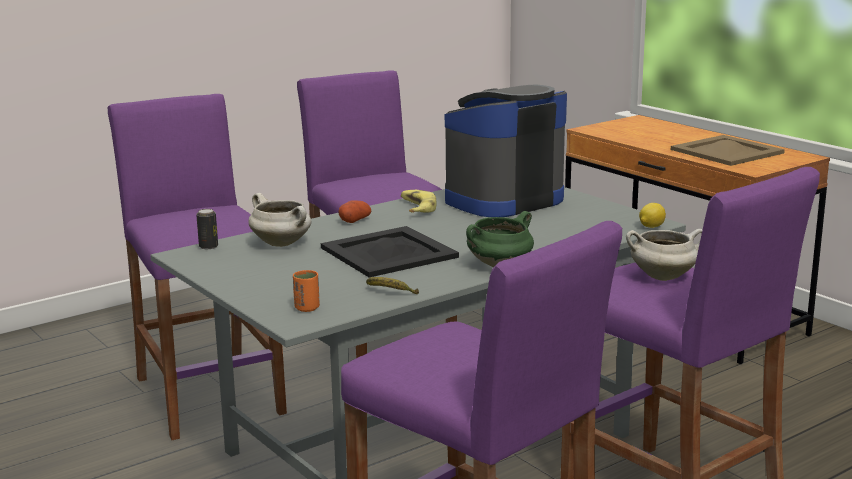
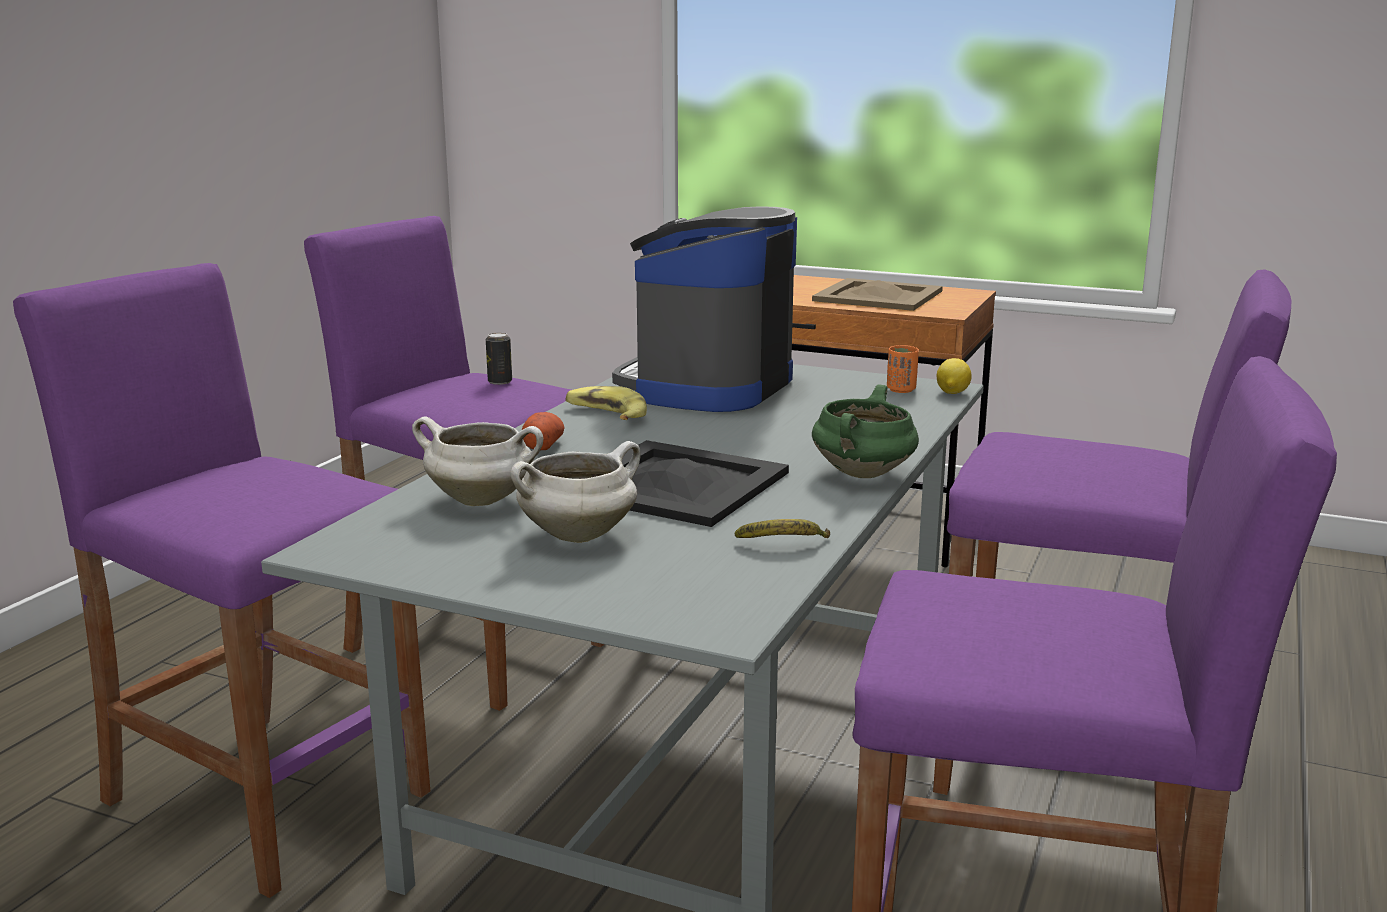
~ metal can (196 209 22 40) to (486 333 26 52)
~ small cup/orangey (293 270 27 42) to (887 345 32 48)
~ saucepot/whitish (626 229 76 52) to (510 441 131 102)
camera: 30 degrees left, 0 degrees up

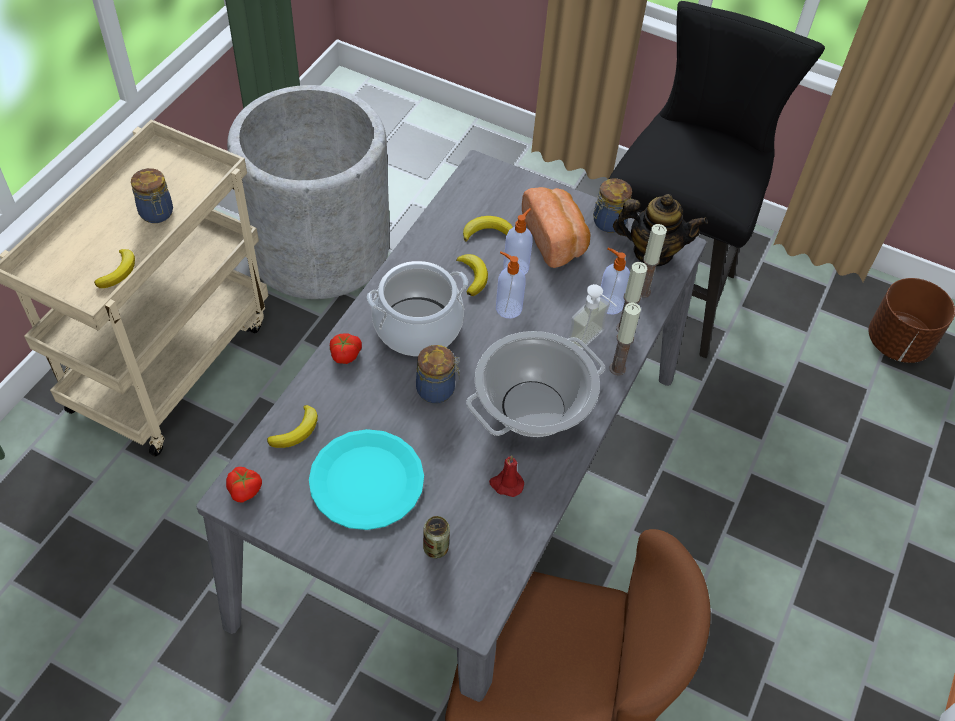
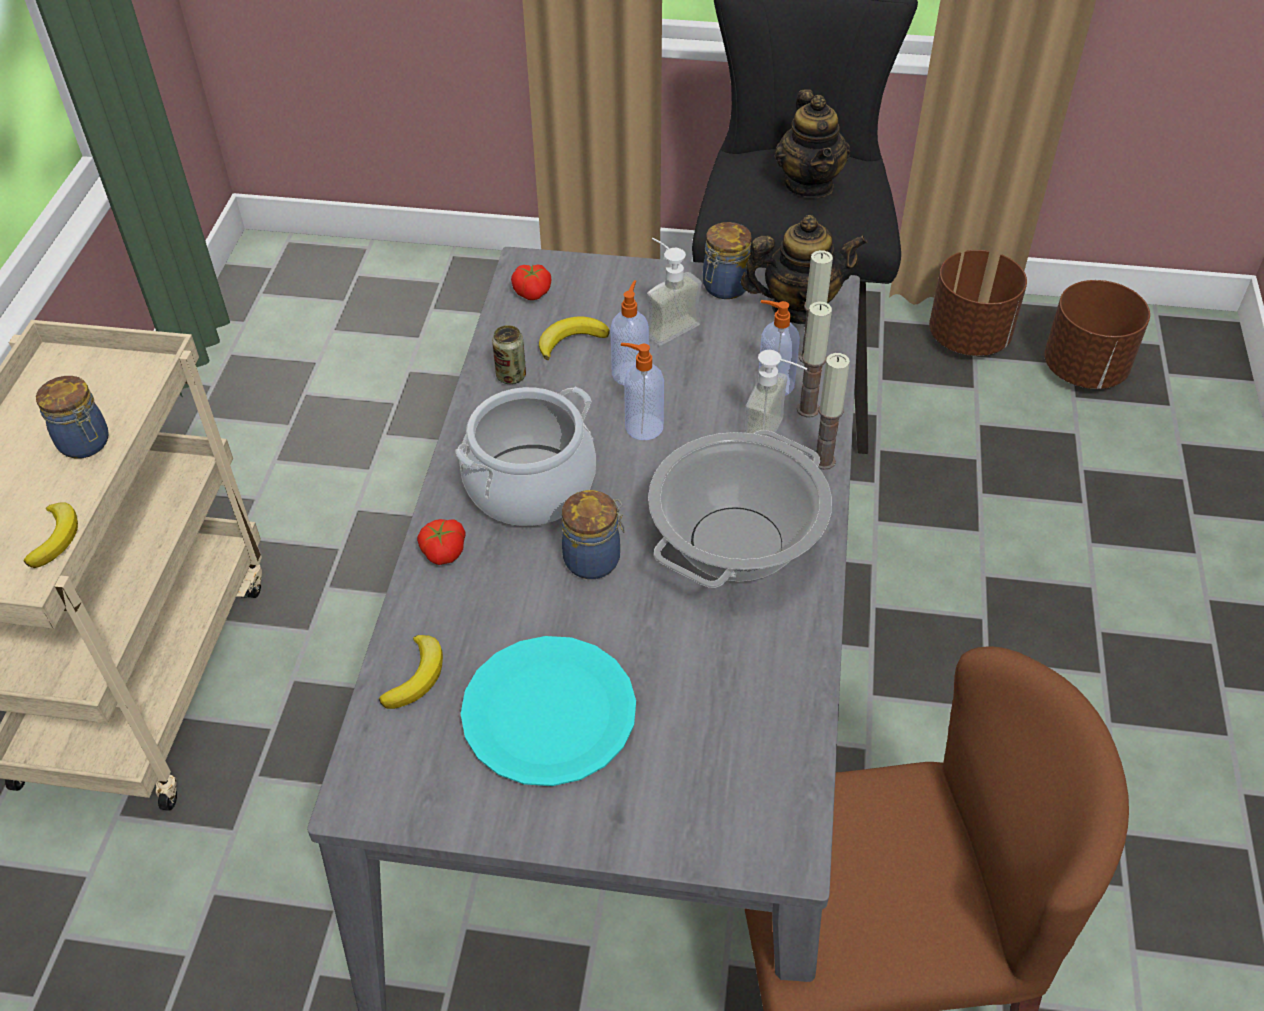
- planter/grey (227 85 163 214)
- banana fruit (456 254 32 42)
- wax light/reddish (489 455 35 42)
+ teapot (775 89 75 109)
+ planter/brownish (929 250 98 106)
~ tomato (226 467 36 36) to (511 264 40 36)
~ metal can (423 516 27 42) to (492 325 34 59)
~ baked bread (522 187 68 81) to liquid soap bottle (647 238 55 108)
camera: 15 degrees left, 5 degrees down

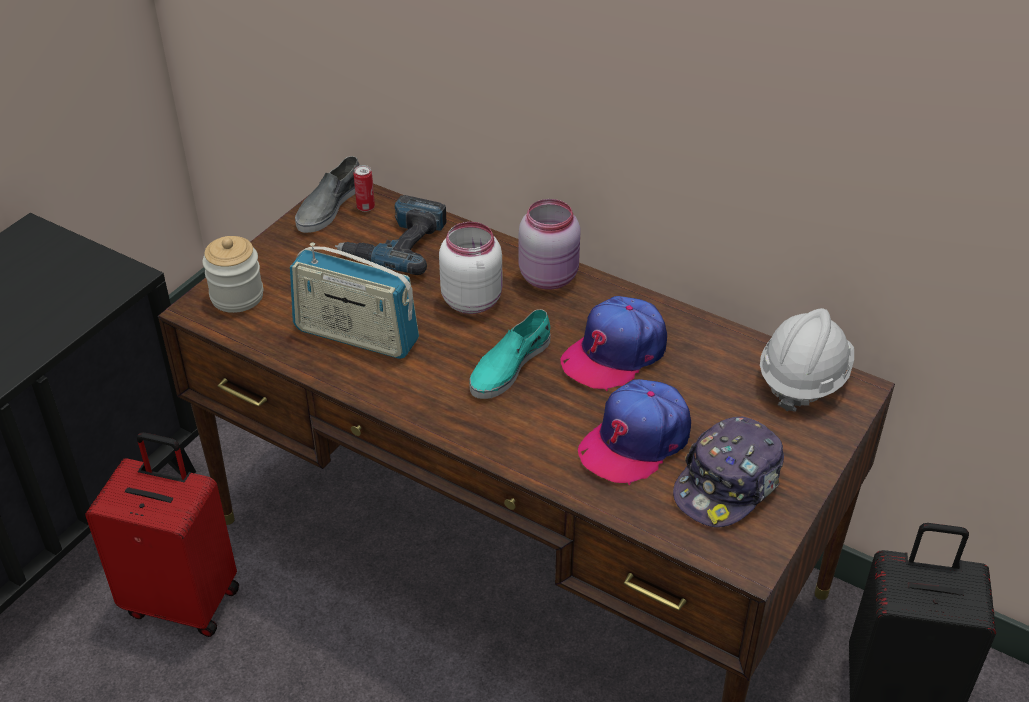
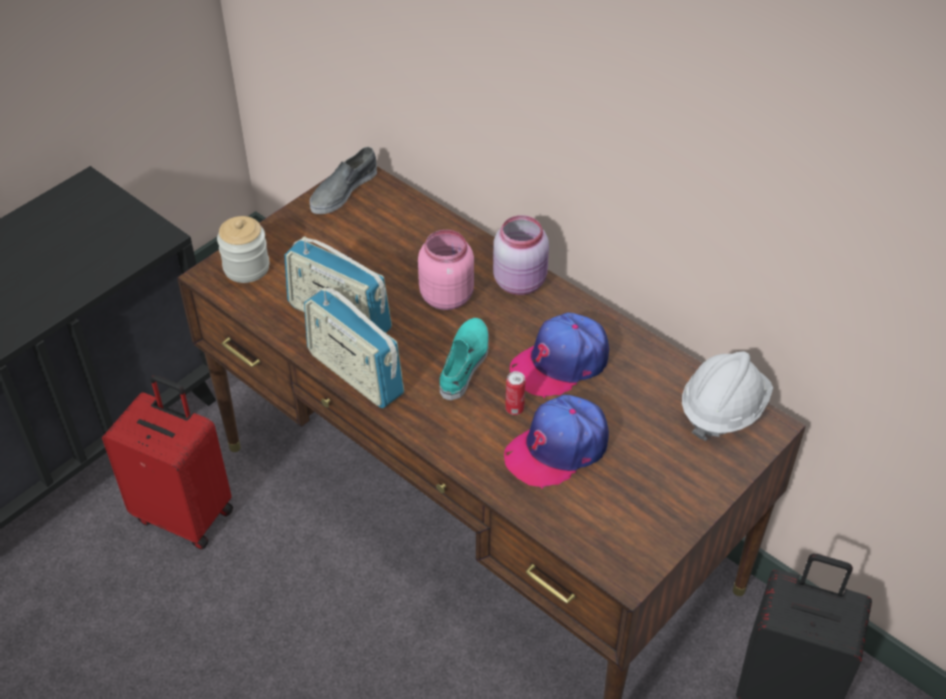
- drill (335 195 111 80)
- peaked cap (673 417 111 110)
+ radio (304 287 100 121)
~ metal can (354 165 21 47) to (505 371 20 44)
~ preserve jar/whitish (439 222 63 92) to preserve jar/pink (418 230 56 80)
~ low shoe/turquoise-coloured (469 309 82 90) = (440 318 49 82) 150 degrees clockwise
camera: 10 degrees right, 5 degrees up

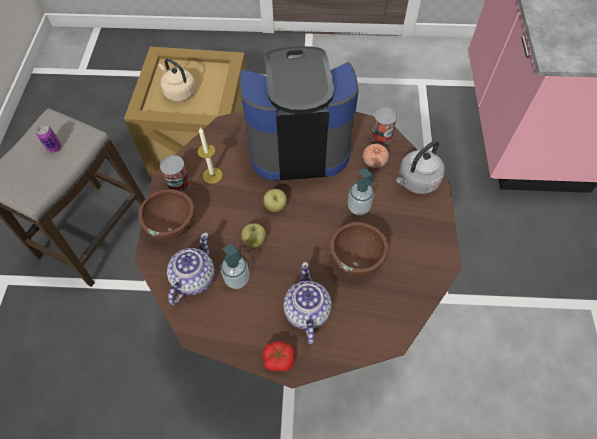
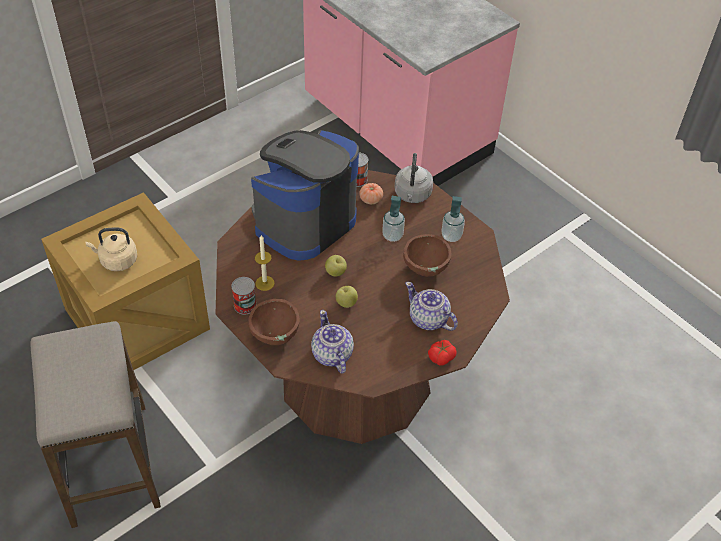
- metal can (36 125 26 28)
~ liquid soap bottle (221 244 28 45) to (441 196 24 46)
camera: 45 degrees left, 10 degrees down

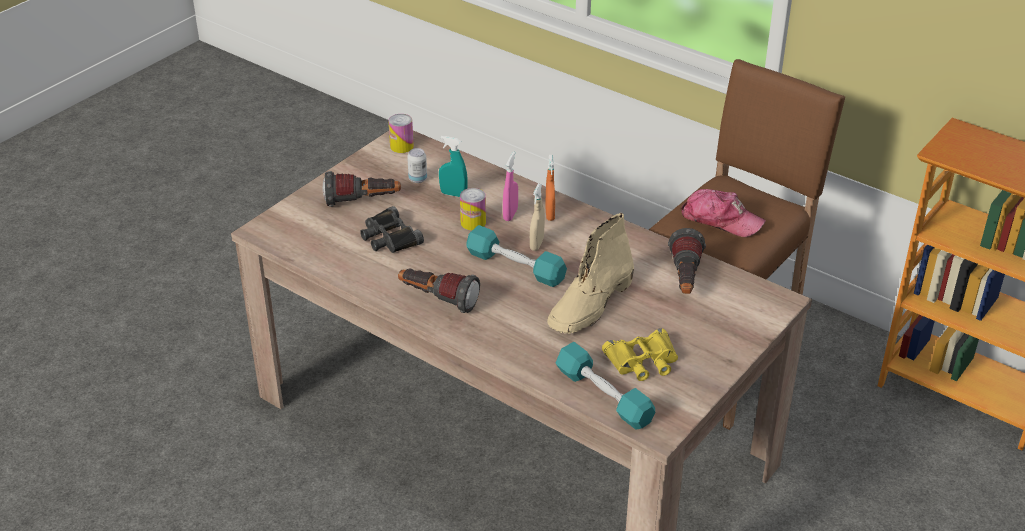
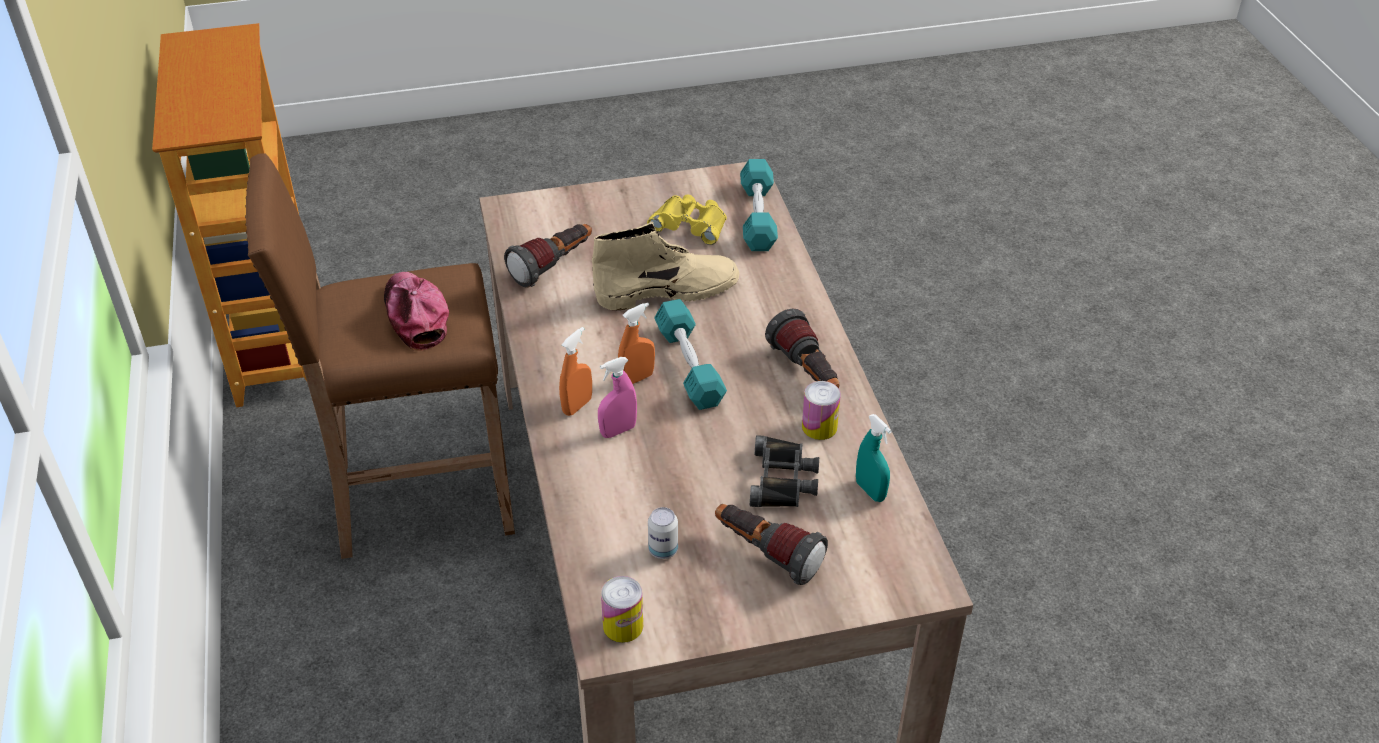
~ hand sprayer/turquoise-coloured (439 136 29 61) to (856 414 36 88)
~ metal can (460 188 26 42) to (802 381 39 59)
~ hand sprayer/beige-coloured (530 184 15 67) to hand sprayer/orangey (618 302 37 82)
camera: 140 degrees left, 5 degrees up

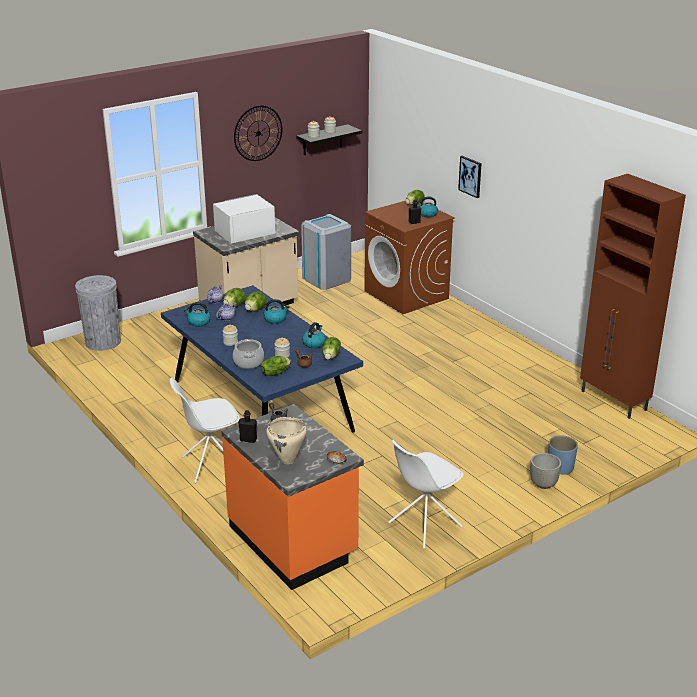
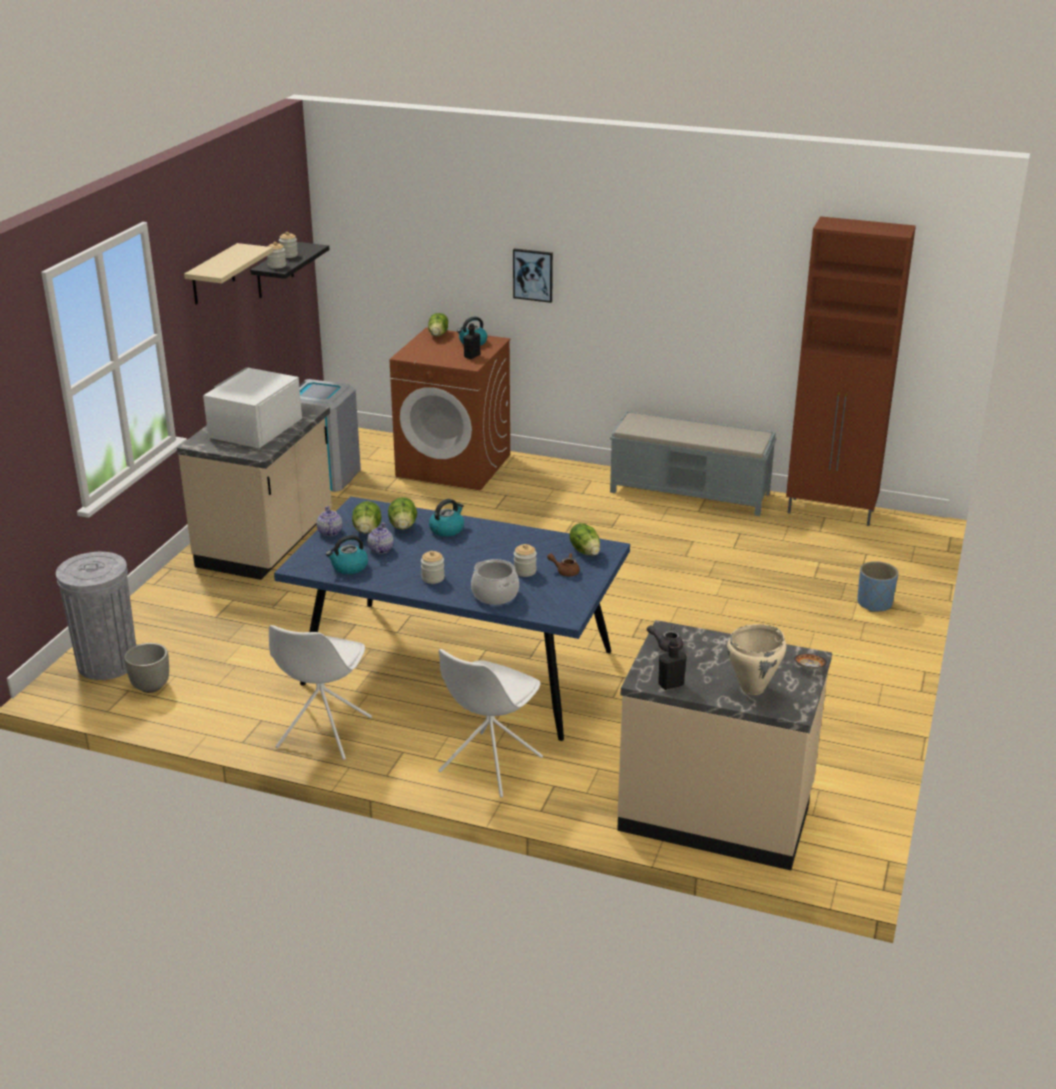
- head of lettuce (261 356 30 20)
- kettle (302 322 24 26)
+ long seat/grey (610 411 167 105)
~ plain chair/whitish (388 439 76 110) to (269 625 103 135)
~ planter/grey (530 453 32 36) to (124 643 45 50)
~ wall clock (234 105 48 56) to shelf/beige-coloured (184 243 89 62)
~ counter/orangey (221 404 143 186) to counter/beige-coloured (617 620 215 251)
camera: 35 degrees left, 0 degrees up

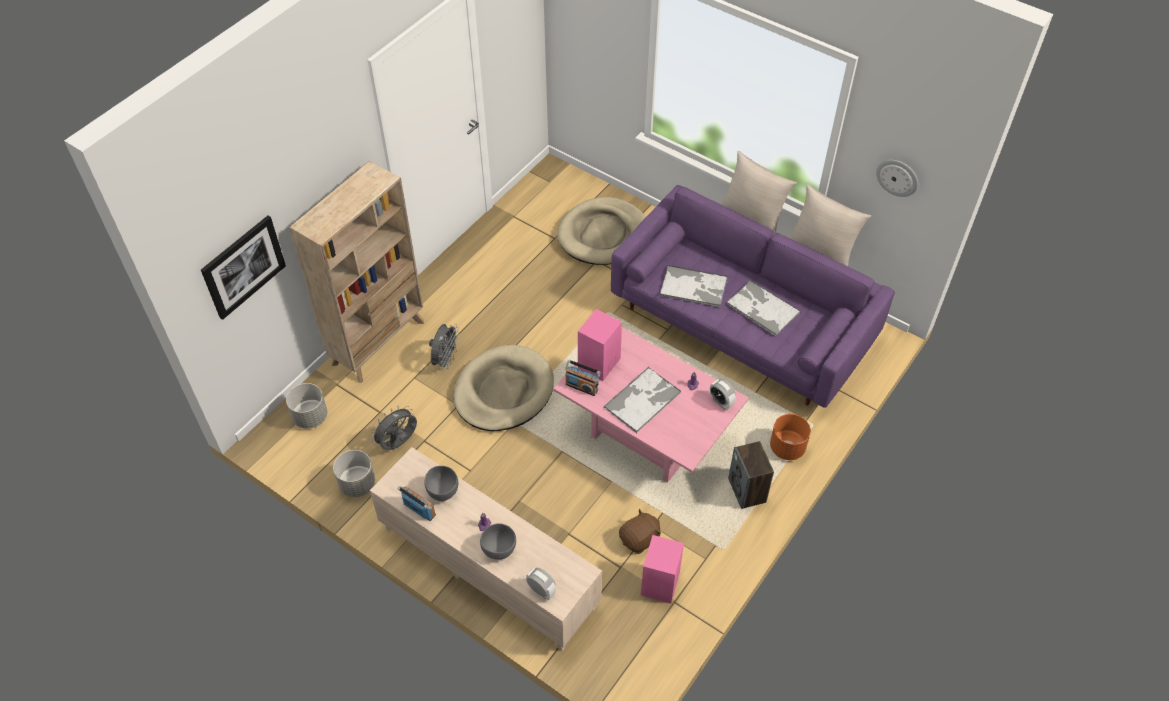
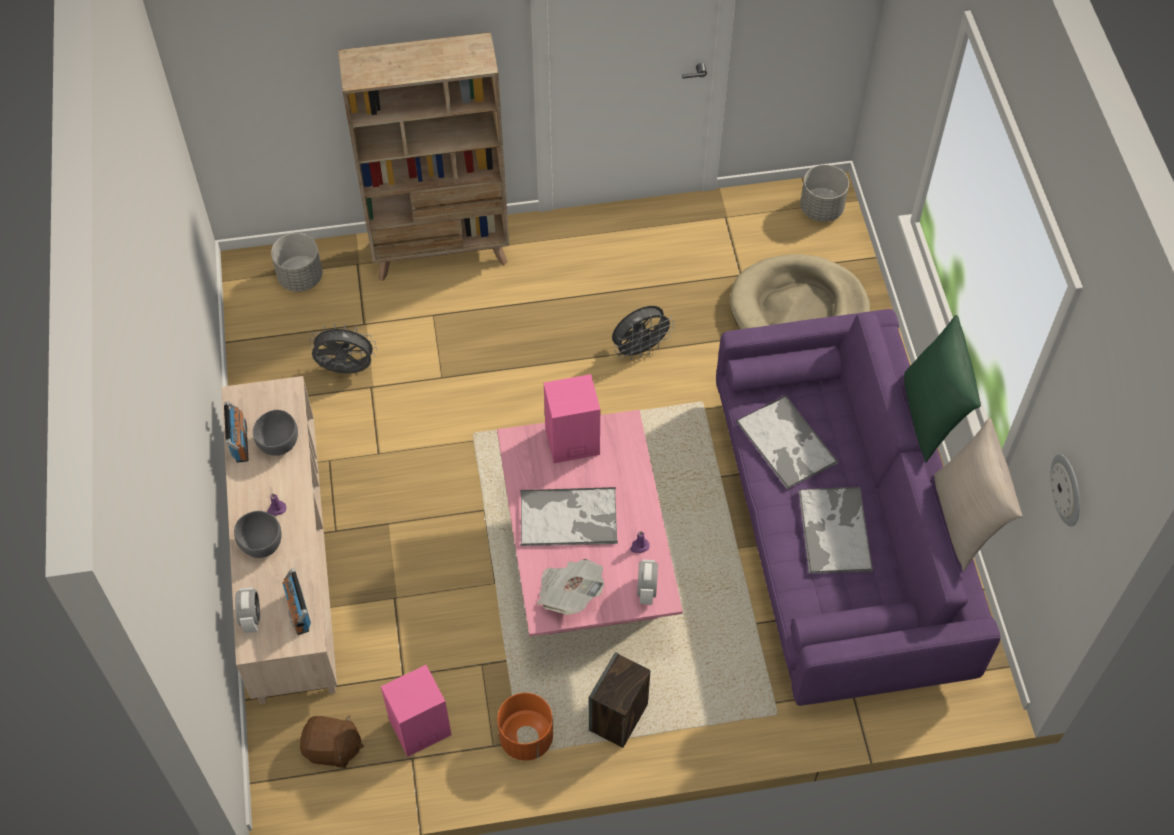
- wall art (201 216 85 104)
- dog bed/beige-coloured (453 345 101 86)
+ newspaper (537 559 67 56)
~ planter/grey (333 450 42 47) to (800 165 49 57)
~ electric fan/grey (429 324 30 47) to (612 306 63 54)
~ radio (565 360 35 36) to (282 569 29 66)
~ plush toy/brownish (619 509 42 45) to (300 715 64 53)
~ planter/orangey (770 414 41 46) to (497 693 56 68)
~ throw pillow/beige-coloured (721 151 76 83) to throw pillow/green (904 315 77 147)
camera: 45 degrees right, 5 degrees up

